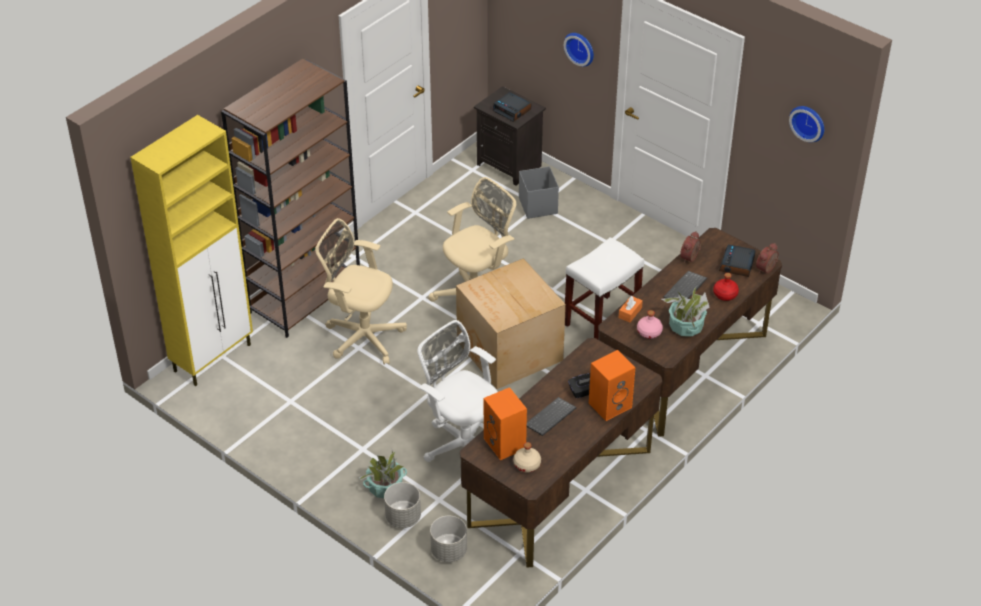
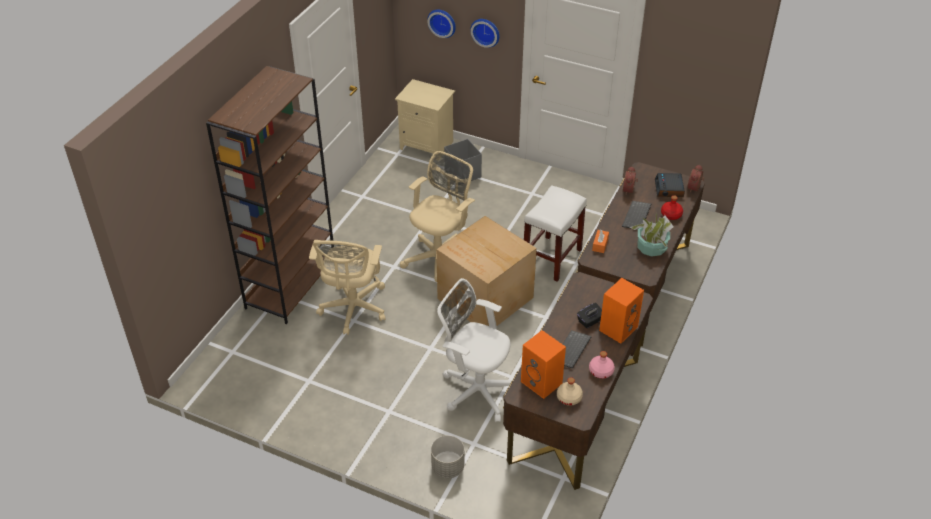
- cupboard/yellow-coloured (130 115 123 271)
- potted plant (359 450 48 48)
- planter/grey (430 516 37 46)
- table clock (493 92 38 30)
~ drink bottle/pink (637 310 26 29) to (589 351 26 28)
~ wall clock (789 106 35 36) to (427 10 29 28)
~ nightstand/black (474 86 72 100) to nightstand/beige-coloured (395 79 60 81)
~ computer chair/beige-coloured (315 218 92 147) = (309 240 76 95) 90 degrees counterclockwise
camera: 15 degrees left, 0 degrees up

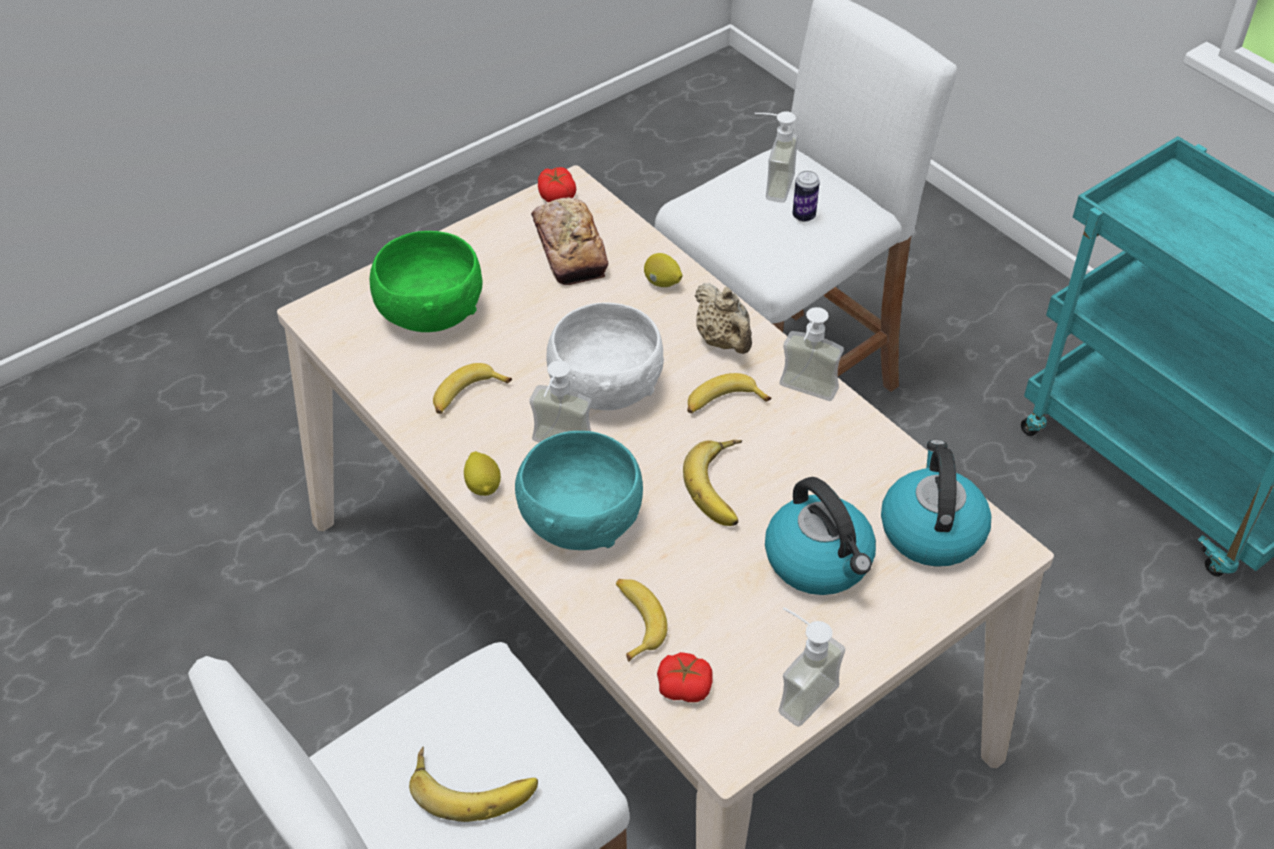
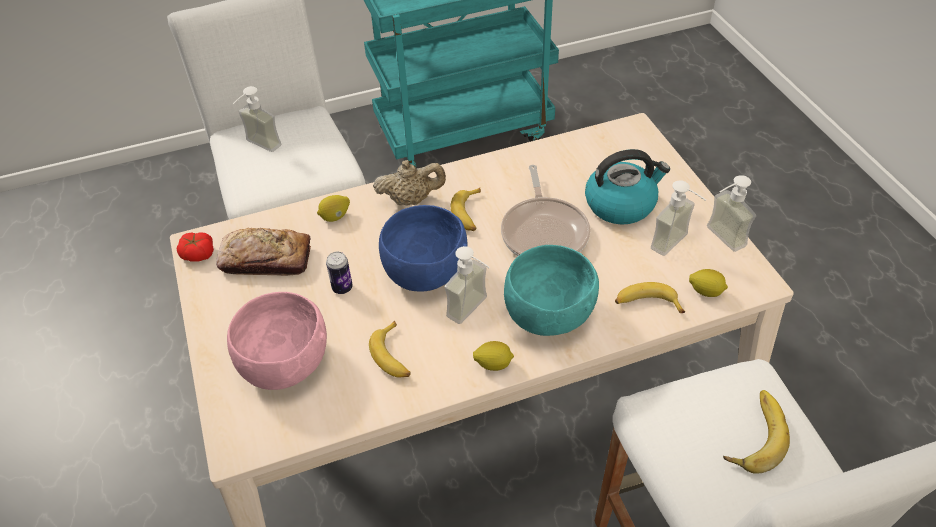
- kettle (881 440 110 127)
~ liquid soap bottle (780 307 64 94) to (651 180 55 76)
~ metal can (792 171 28 51) to (326 252 27 42)
~ tomato (657 652 56 50) to citrus fruit (689 269 39 28)
~ banana fruit (683 440 59 86) to skillet (501 165 89 91)
~ deep dish/green (369 231 114 101) to deep dish/pink (227 292 100 98)
~ deep dish/whitish (547 302 117 108) to deep dish/blue-coloured (379 205 89 87)
camera: 70 degrees left, 0 degrees up

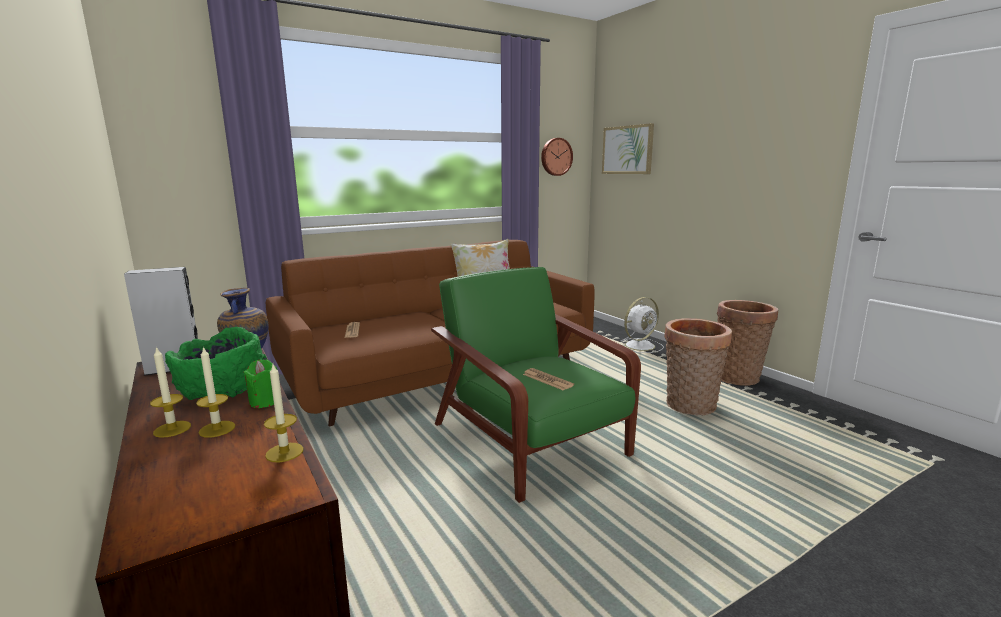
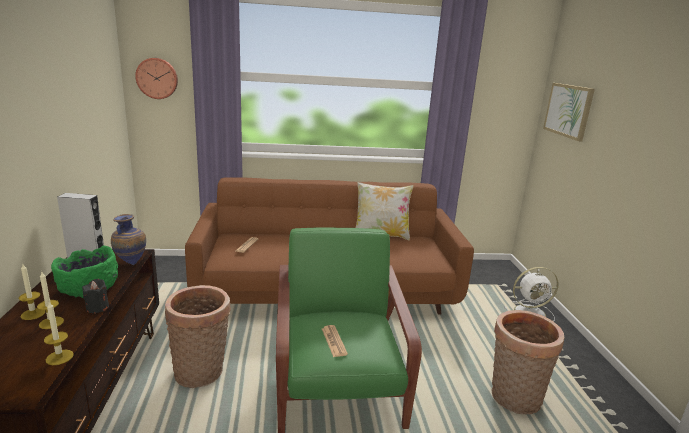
~ wall clock (541 138 32 38) to (135 58 43 41)
~ storage basket (717 300 61 86) to (165 285 66 103)
~ wax light/green (244 360 33 48) to wax light/black (82 279 27 34)
camera: 25 degrees right, 5 degrees up

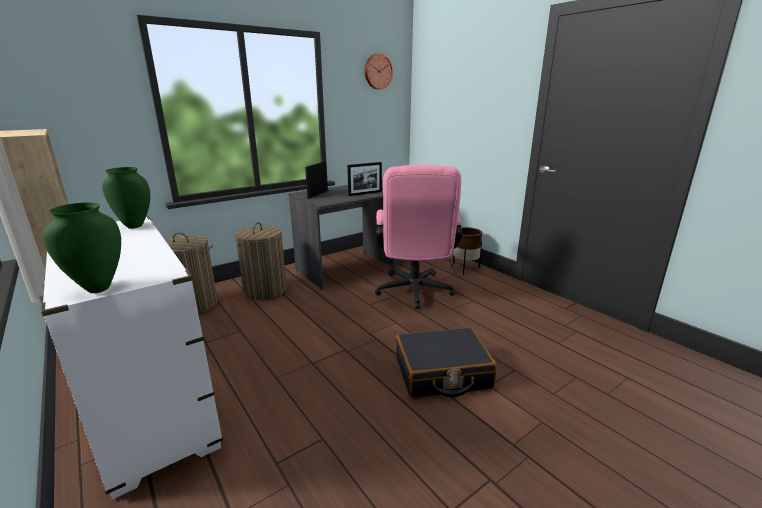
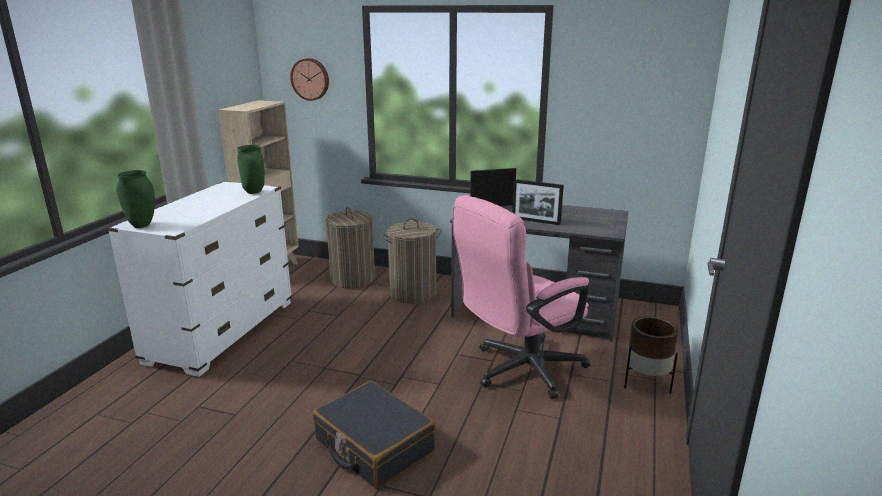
~ wall clock (365 53 28 36) to (290 58 39 43)
camera: 55 degrees right, 0 degrees up

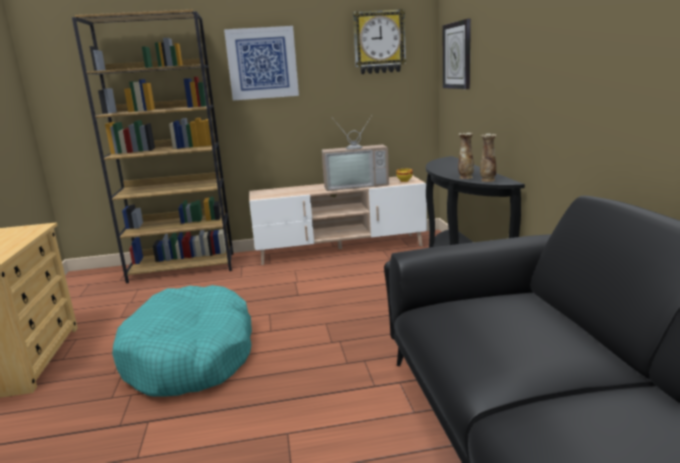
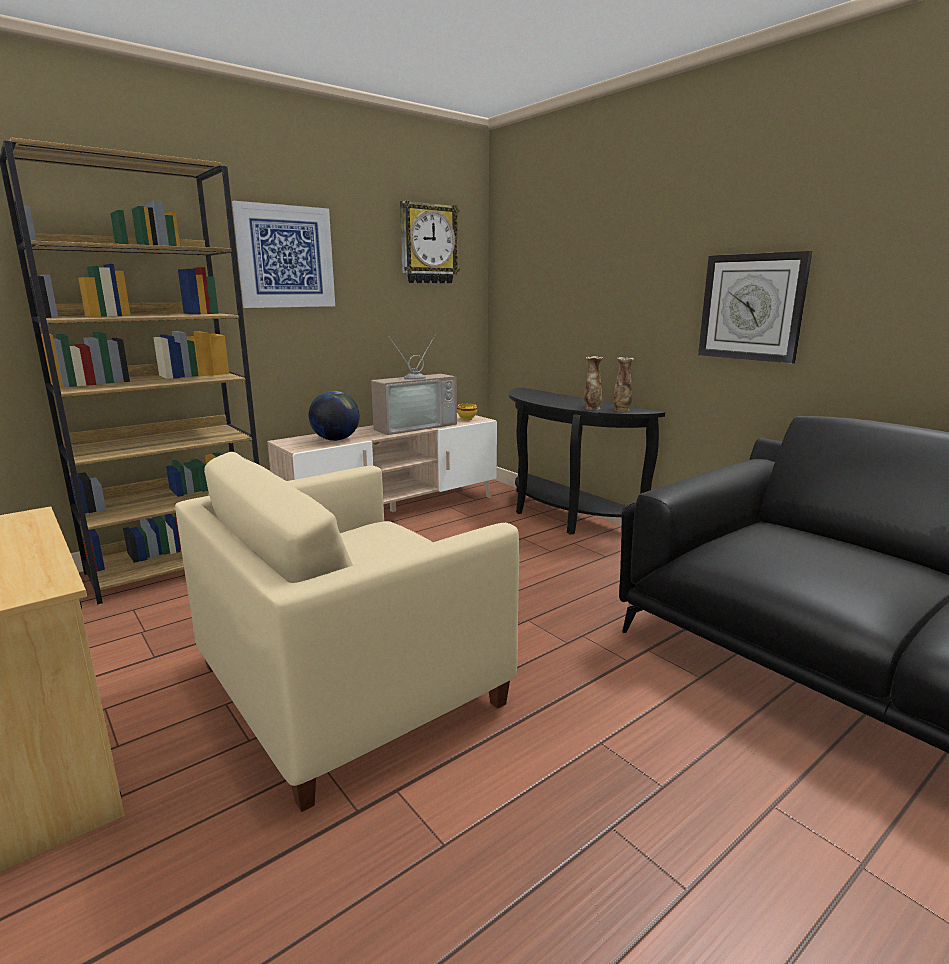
+ world globe (309 391 51 50)
~ wall clock (443 19 28 70) to (698 251 114 112)
~ dog bed/turquoise-coloured (112 285 140 112) to armchair/beige-coloured (175 452 344 360)
camera: 30 degrees left, 0 degrees up

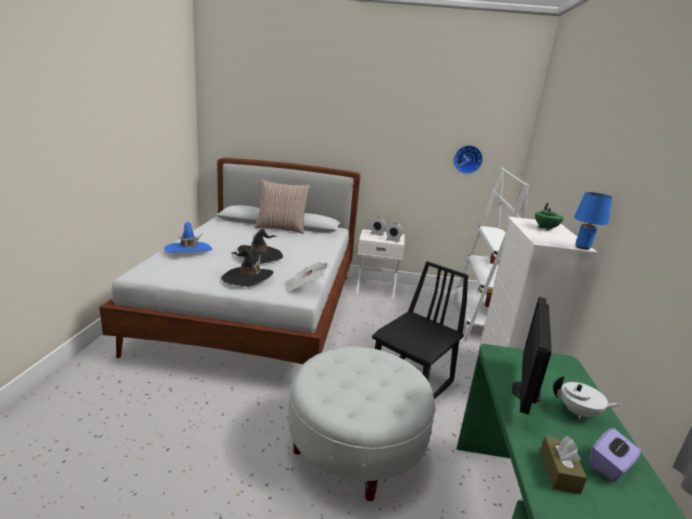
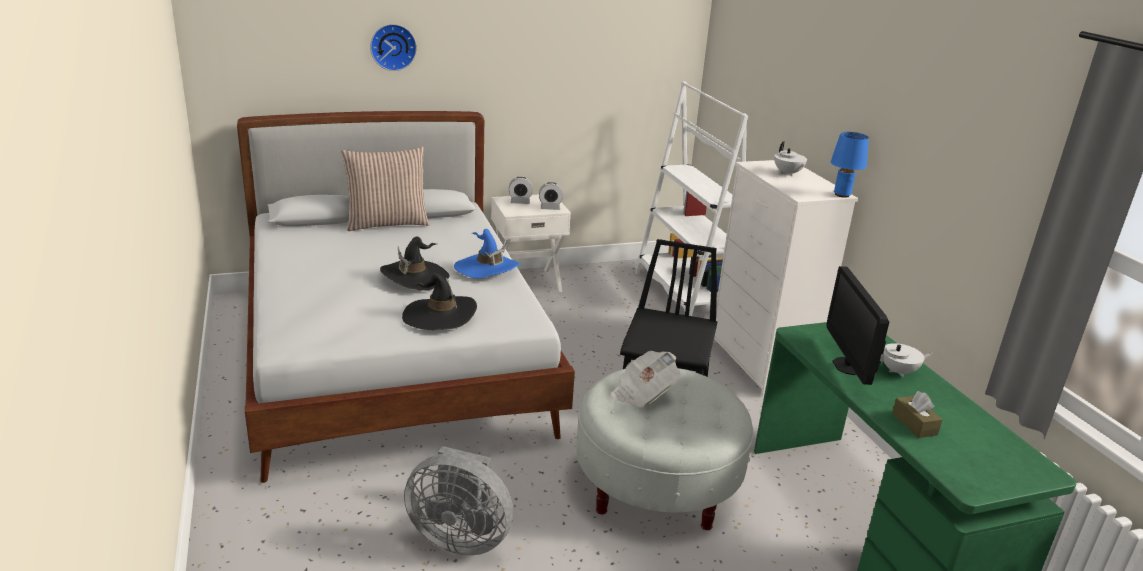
- tissue box/purple-coloured (590 428 51 54)
+ electric fan/grey (404 446 109 109)
~ wearable hat/blue-coloured (164 222 48 31) to (454 229 66 49)
~ newspaper (283 262 46 29) to (611 351 69 57)
~ wall clock (453 145 30 29) to (370 24 47 47)
~ teapot/green (535 203 29 27) to teapot/whitish (774 141 33 35)
camera: 25 degrees left, 5 degrees up

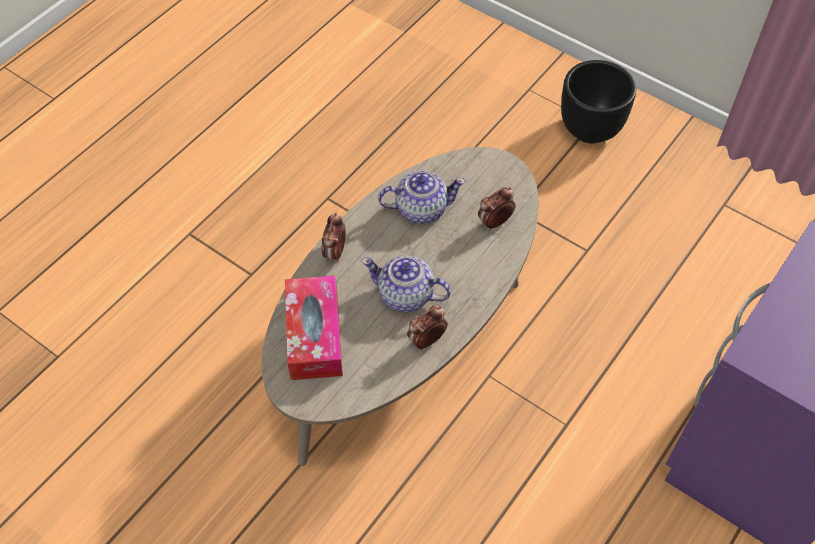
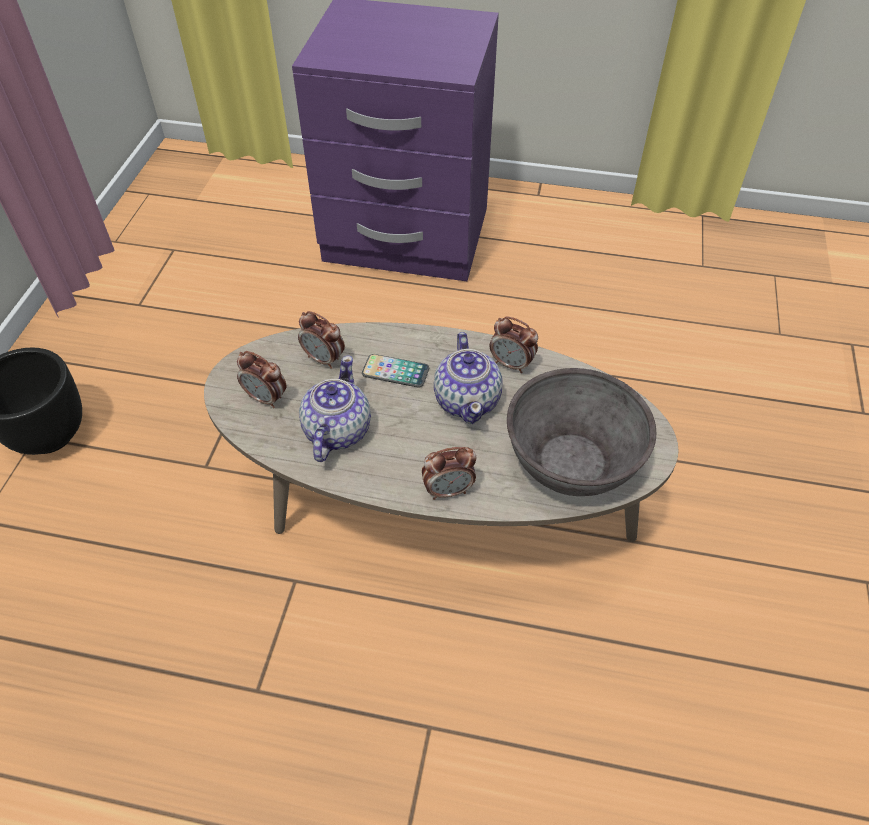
+ table clock (237 351 49 57)
+ handset (362 354 67 34)
~ tissue box (285 275 58 105) to deep dish/grey (507 368 149 128)
~ teapot (378 171 88 53) = (299 355 72 107) 45 degrees clockwise
camera: 115 degrees left, 5 degrees down

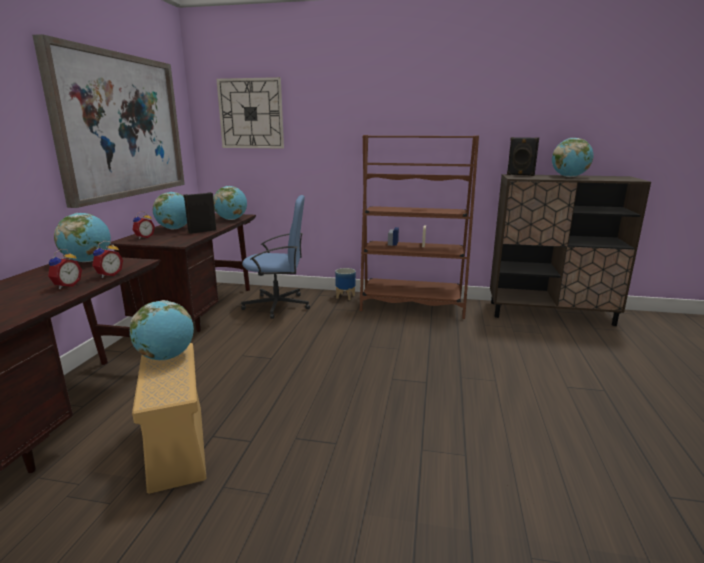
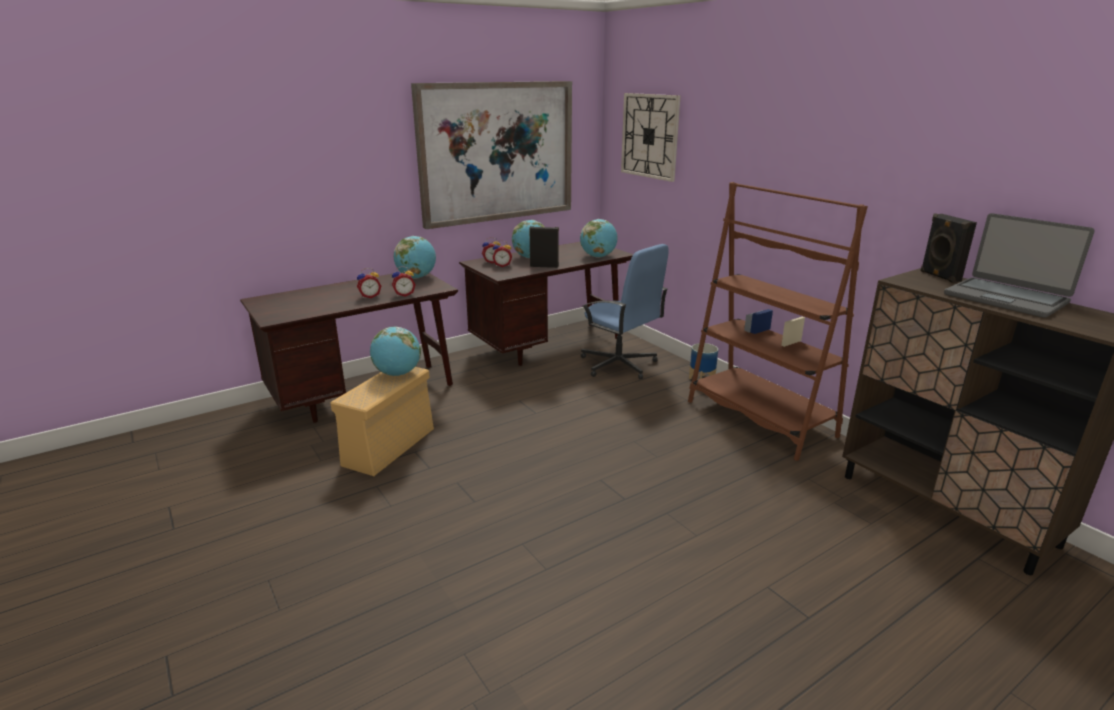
+ table clock (492 240 20 27)
~ world globe (552 138 42 39) to notebook computer (944 213 150 105)
camera: 45 degrees right, 5 degrees up

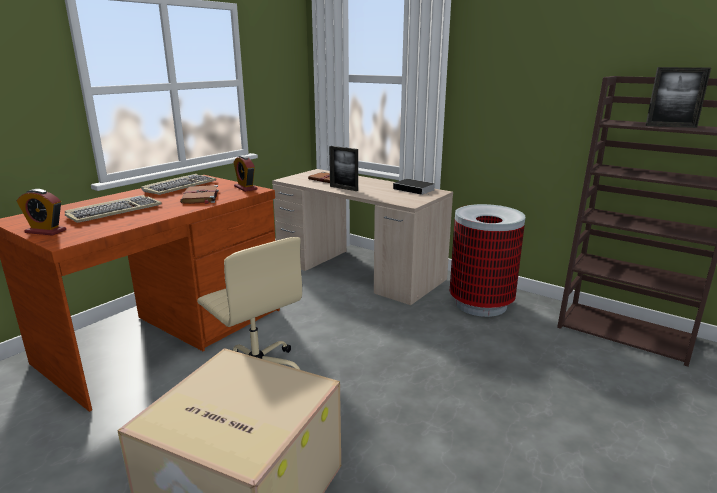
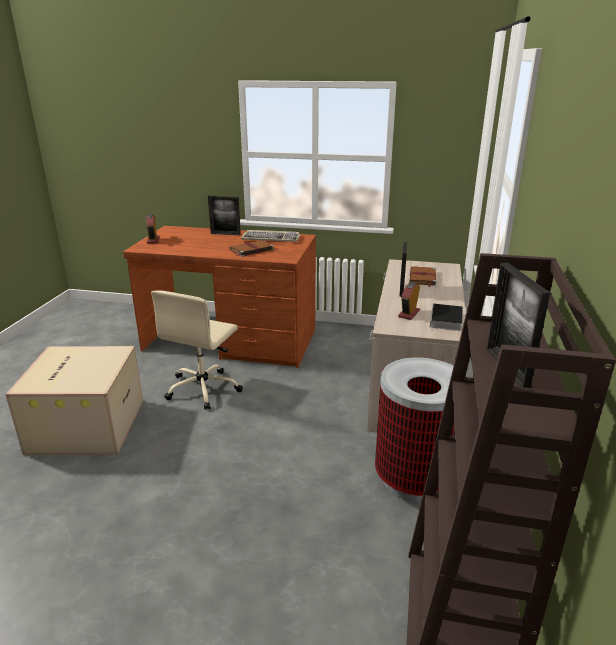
- PC keyboard (65 195 97 28)
+ standing frame (208 196 33 39)
~ table clock (234 155 23 37) to (398 282 22 38)
camera: 65 degrees right, 5 degrees up

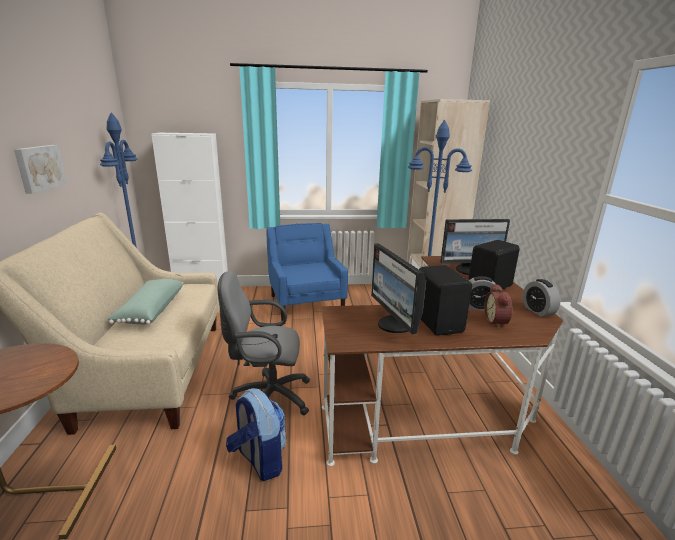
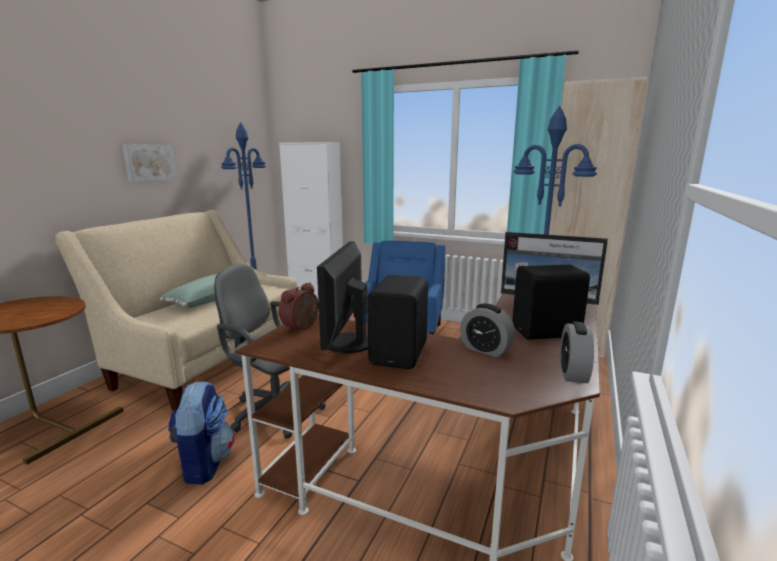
~ table clock (484 284 28 45) to (278 282 41 50)
camera: 30 degrees right, 5 degrees down

